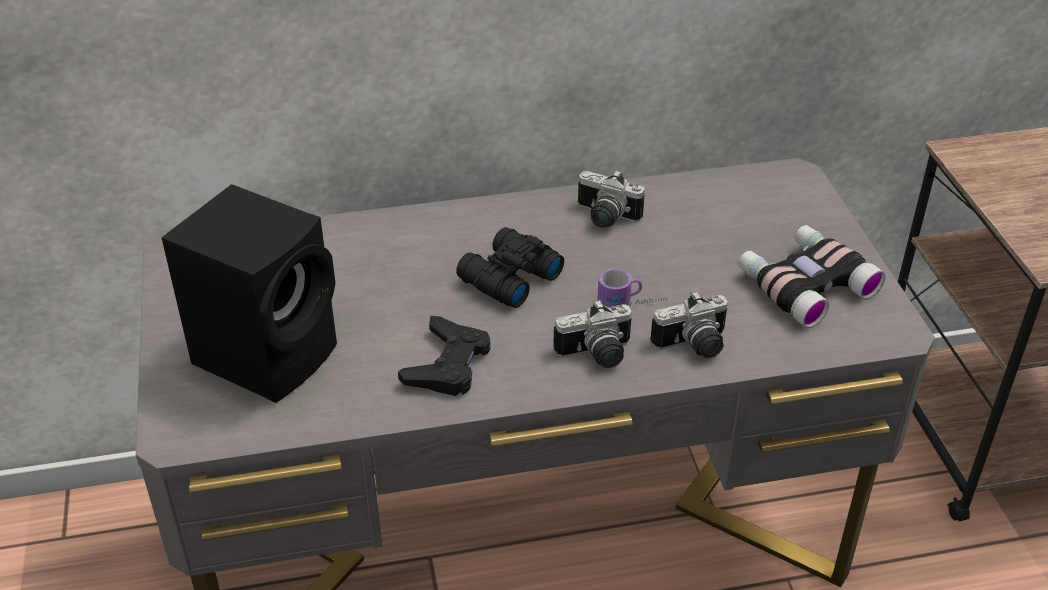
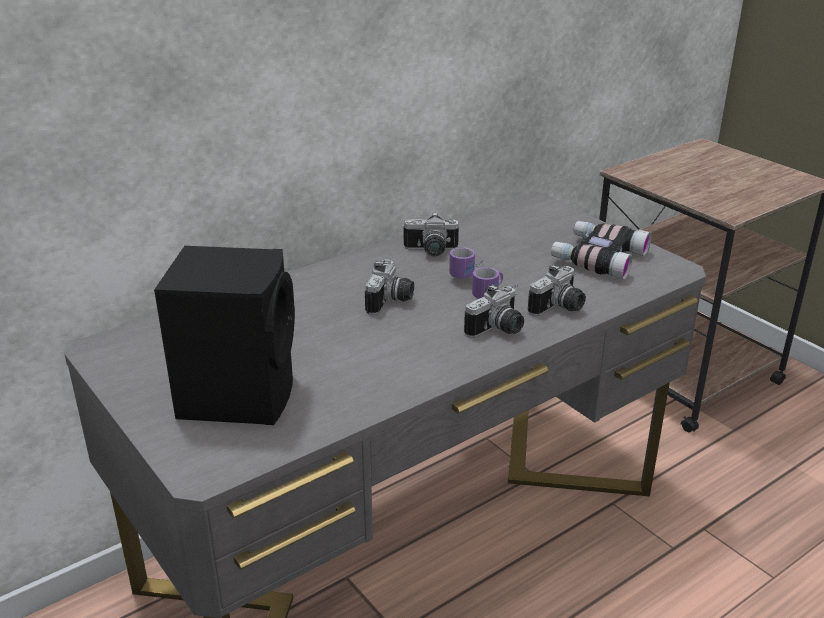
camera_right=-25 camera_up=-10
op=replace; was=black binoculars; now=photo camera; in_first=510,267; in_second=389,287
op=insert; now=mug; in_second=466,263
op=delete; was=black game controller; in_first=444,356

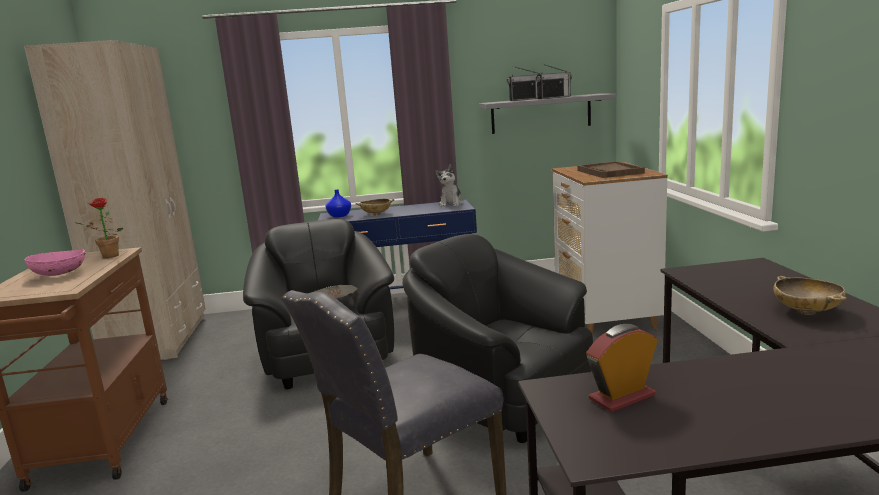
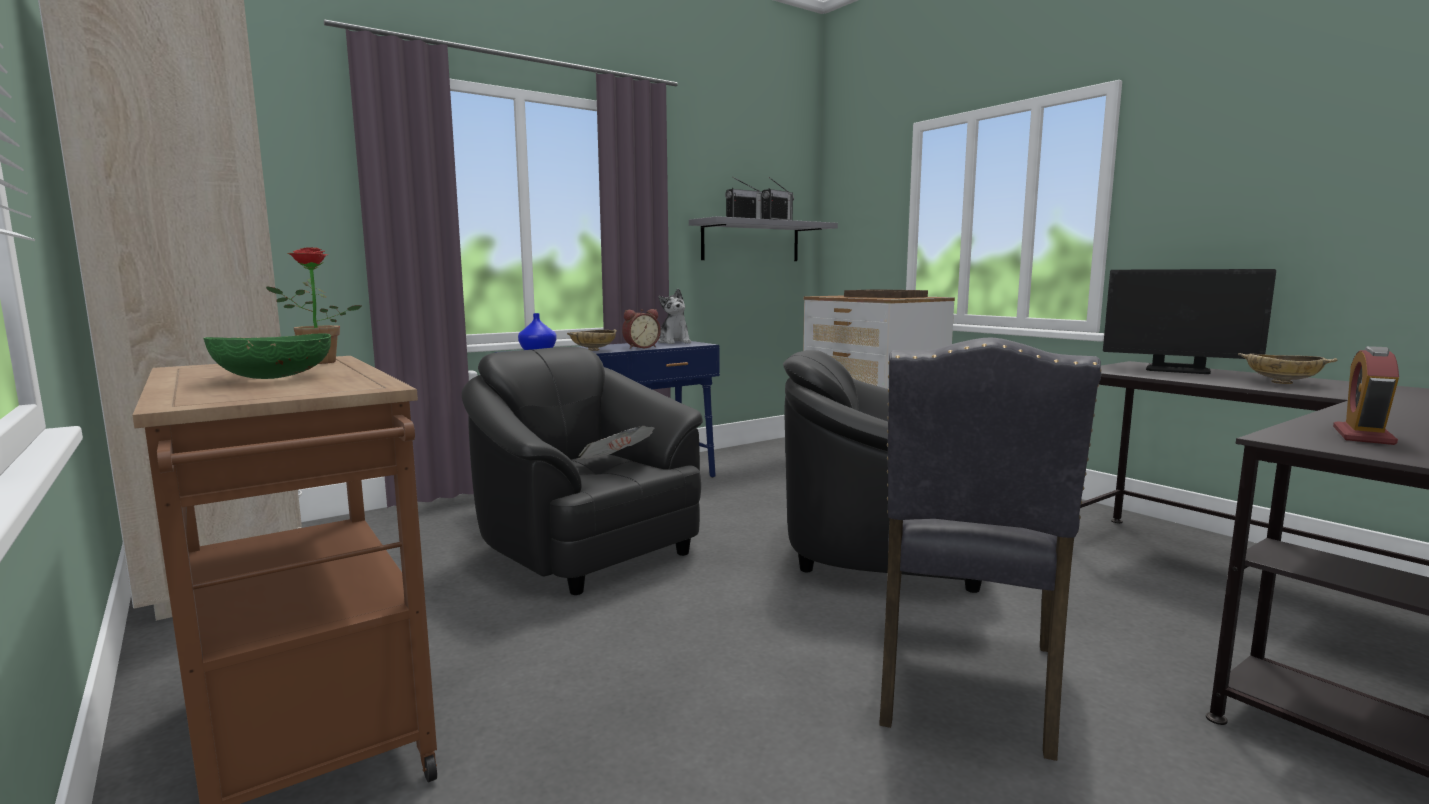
camera_right=-30 camera_up=-5
op=recolor; was=pink bowl; now=green bowl; in_first=55,263; in_second=267,356
op=insert; now=alarm clock; in_second=641,329
op=insert; now=monitor; in_second=1189,321

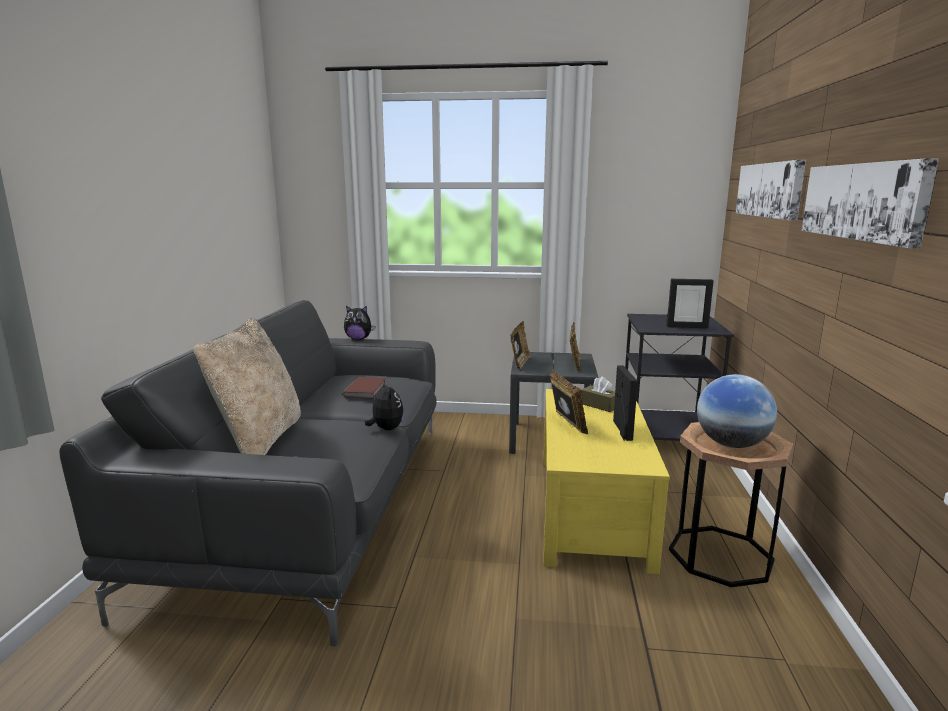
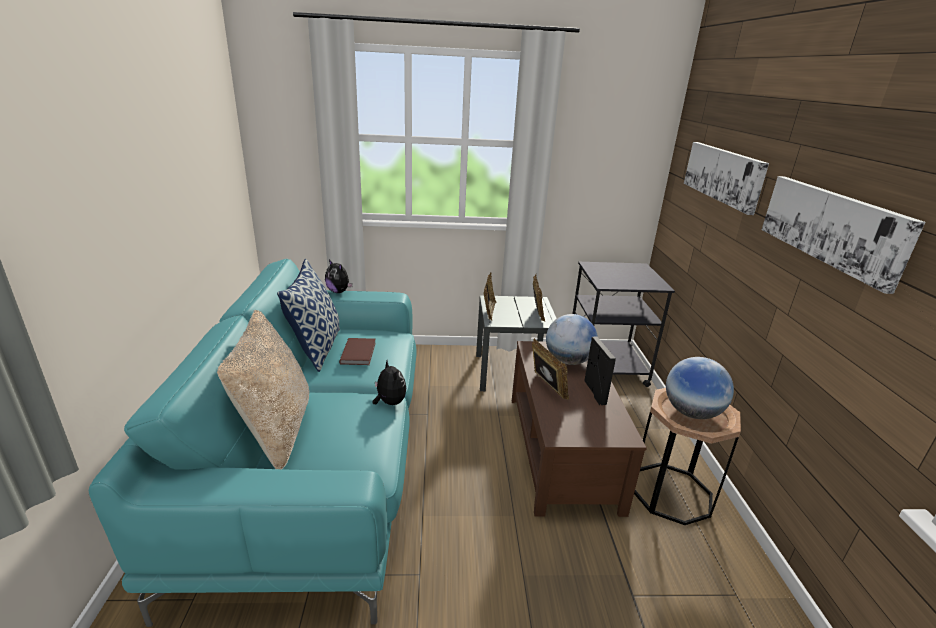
camera_right=-10 camera_up=10
op=recolor; was=grey sofa; now=turquoise sofa; in_first=248,473; in_second=253,443
op=insert; now=pillow; in_second=308,315
op=rotate; was=plush toy; in_first=359,323; in_second=339,276; clockwise=45
op=recolor; was=yellow coffee table; now=brown coffee table; in_first=606,481; in_second=579,429
op=replace; was=brown tissue box; now=globe; in_first=598,394; in_second=572,339
op=delete; was=picture frame; in_first=690,303

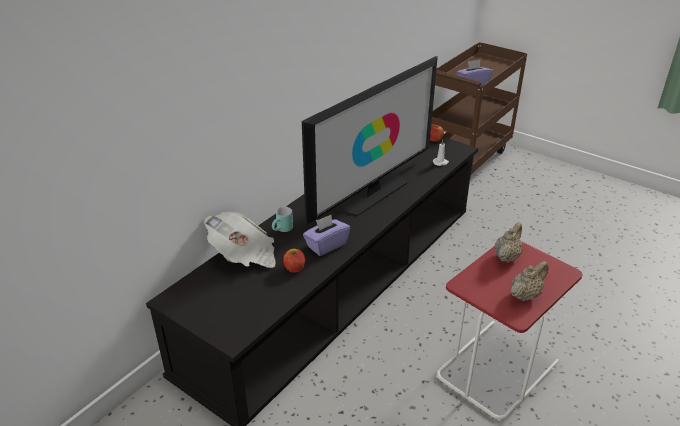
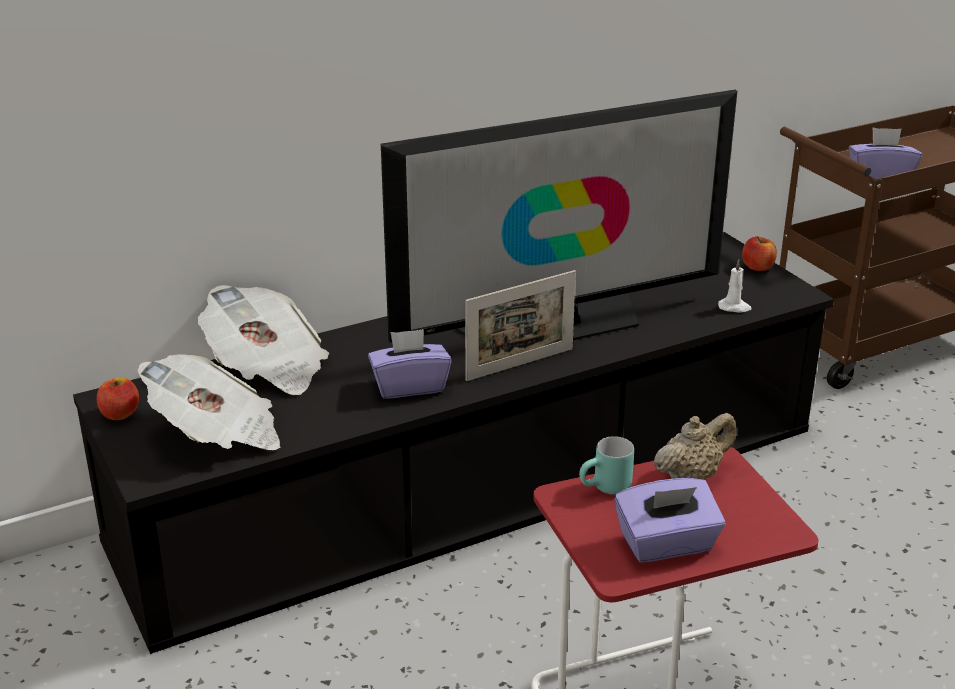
camera_right=25 camera_up=-5
op=move; was=apple; in_first=294,260; in_second=118,398
op=insert; now=newspaper; in_second=209,402
op=insert; now=picture frame; in_second=520,325
op=move; was=turquoise mug; in_first=282,219; in_second=606,465
op=replace; was=beige teapot; now=purple tissue box; in_first=529,281; in_second=669,520

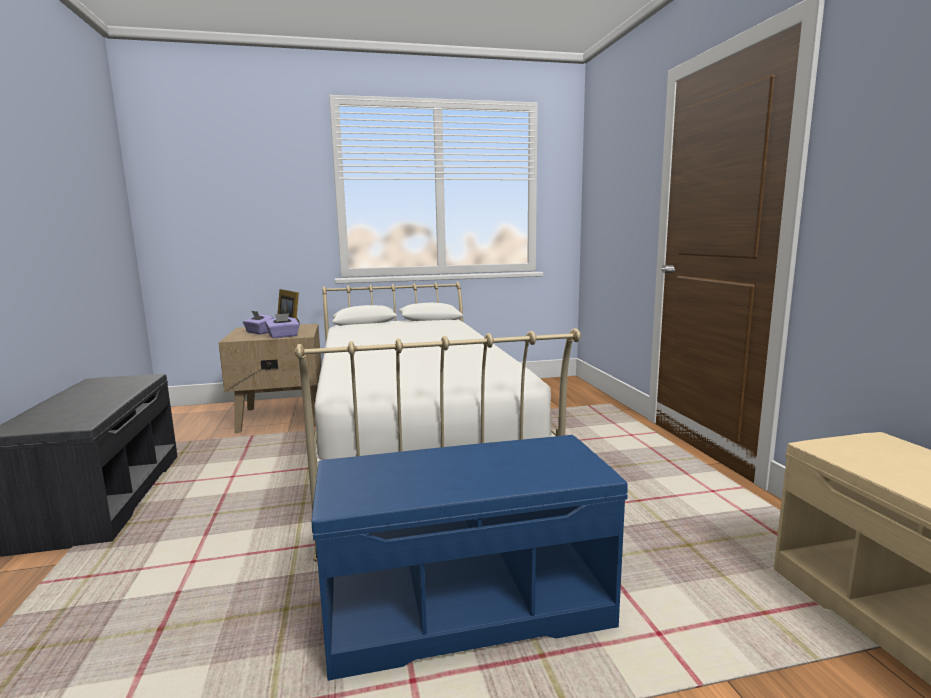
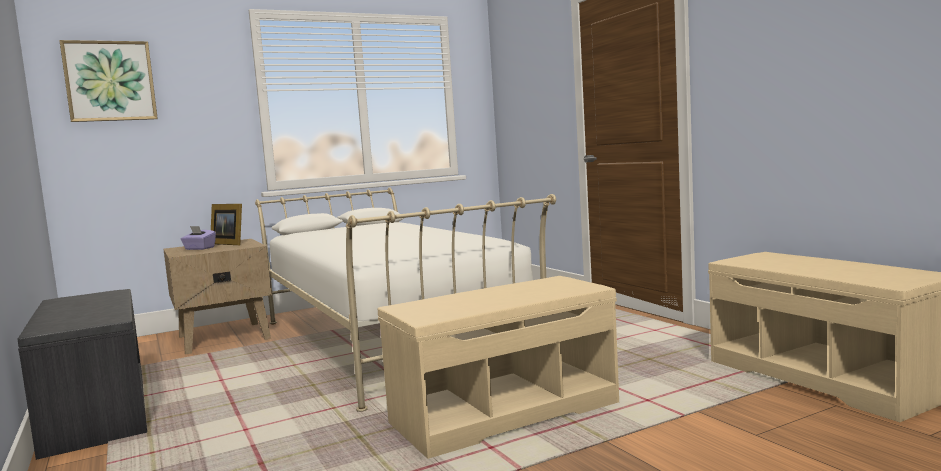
camera_right=-15 camera_up=-5
op=insert; now=picture; in_second=108,81
op=recolor; was=blue bench; now=beige bench; in_first=470,558; in_second=498,367
op=delete; was=purple tissue box; in_first=282,325

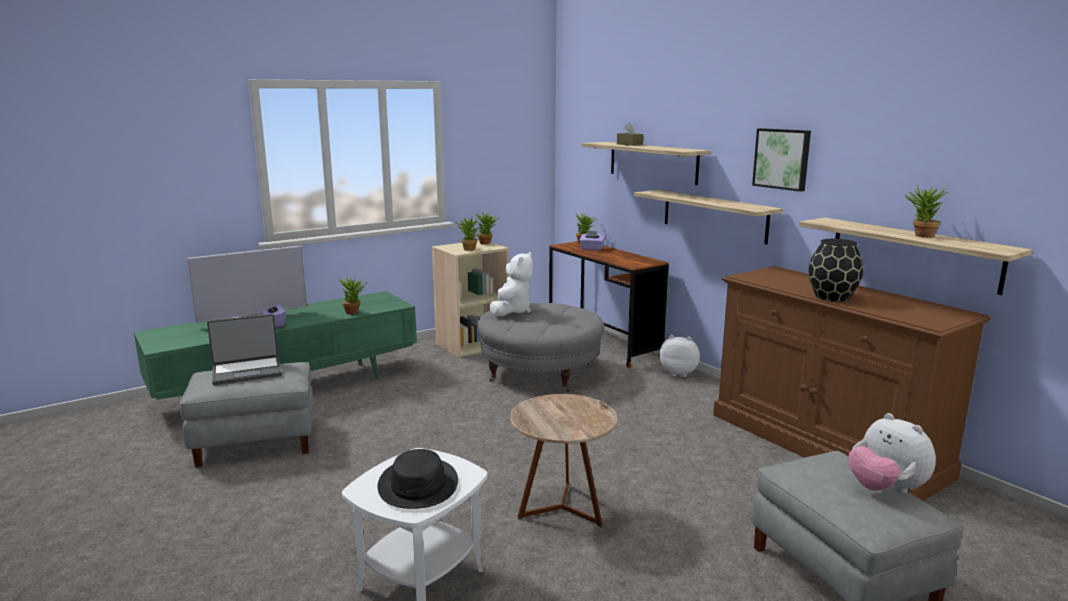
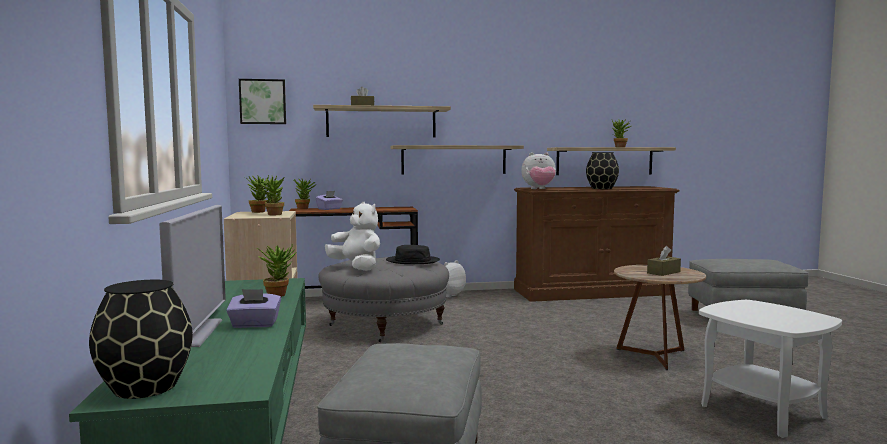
camera_right=-65 camera_up=-10
op=insert; now=black vase; in_second=141,339
op=move; was=picture; in_first=781,160; in_second=262,101
op=move; was=black hat; in_first=417,479; in_second=413,254
op=move; was=plush toy; in_first=892,453; in_second=538,170
op=insert; now=brown tissue box; in_second=664,261
op=delete; was=laptop; in_first=244,349

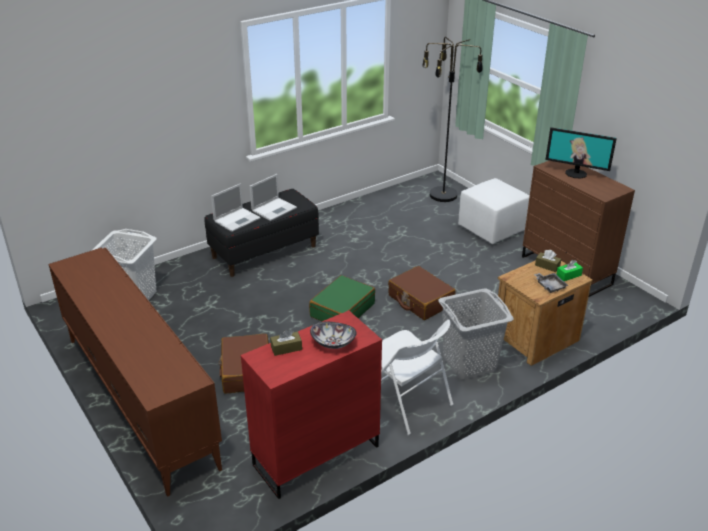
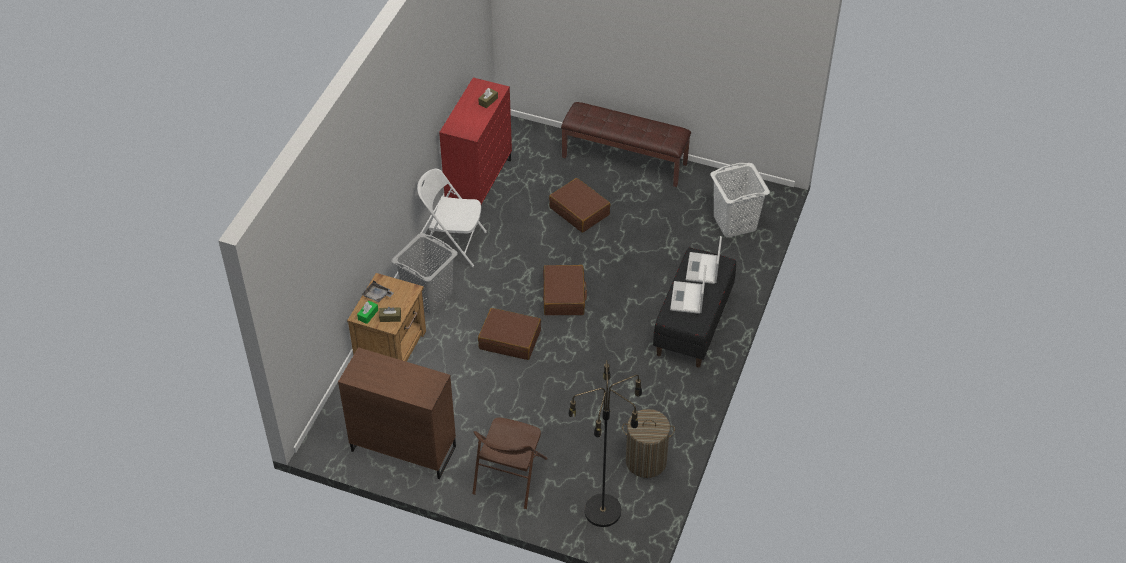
camera_right=145 camera_up=15
op=replace; was=white ottoman; now=brown chair; in_first=494,211; in_second=510,463
op=recolor; was=green suitcase; now=brown suitcase; in_first=342,298; in_second=565,290
op=replace; was=brown cabinet; now=brown bench; in_first=135,372; in_second=626,144
op=insert; now=laundry basket; in_second=648,443
op=delete; was=bowl; in_first=333,335
op=delete; was=monitor; in_first=581,152

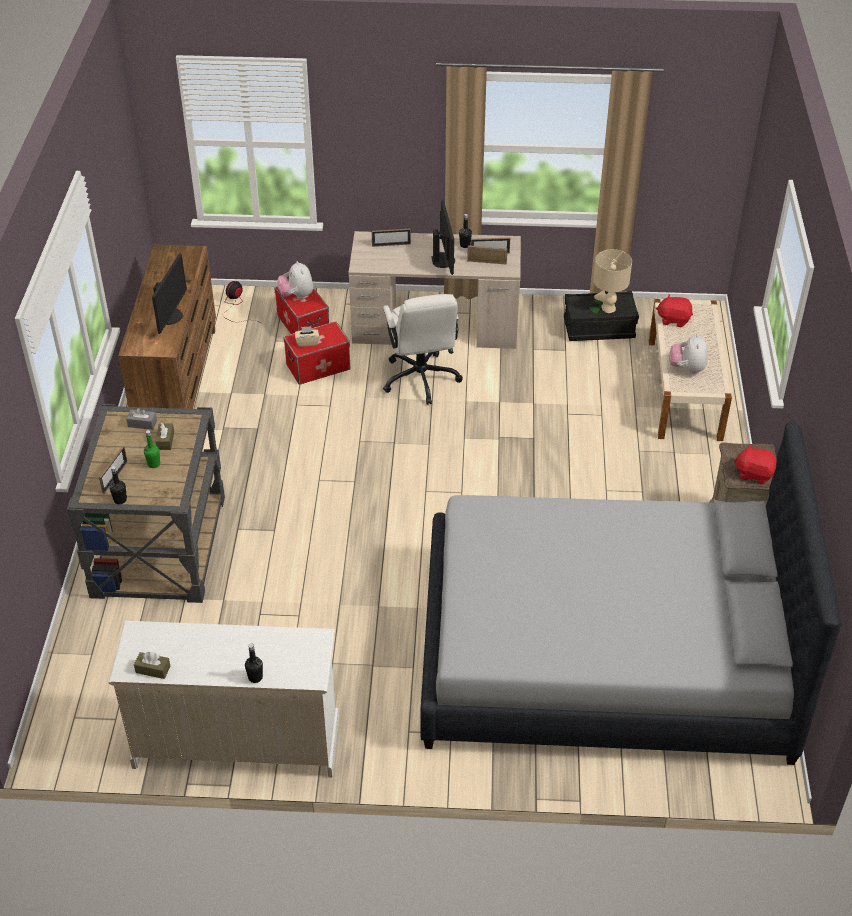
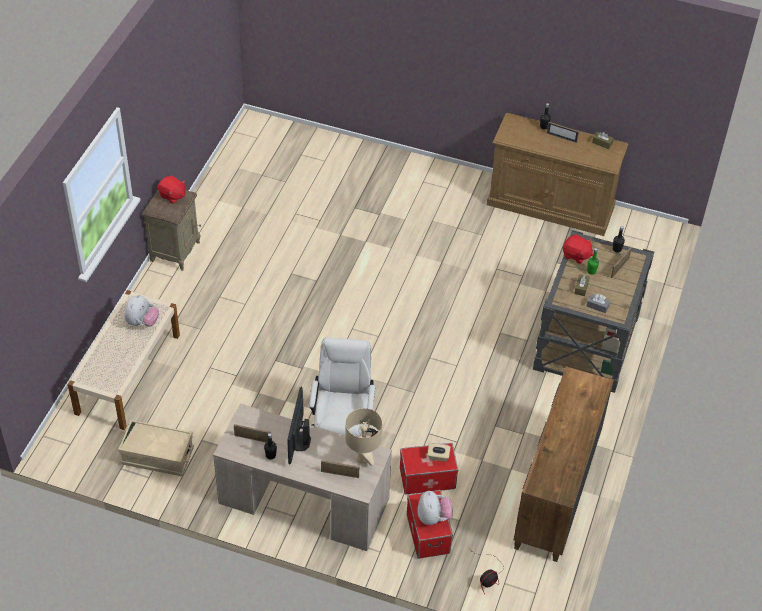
camera_right=-165 camera_up=5
op=recolor; was=black storage box; now=beige storage box; in_first=601,316; in_second=156,448
op=move; was=beige table lamp; in_first=612,281; in_second=363,437
op=recolor; was=white cabinet; now=brown cabinet; in_first=224,699; in_second=557,174
op=move; was=picture frame; in_first=487,255; in_second=563,132
op=move; was=red plush toy; in_first=674,310; in_second=578,249
op=delete; was=monitor; in_first=169,293
op=delete; was=grey bed; in_first=631,593

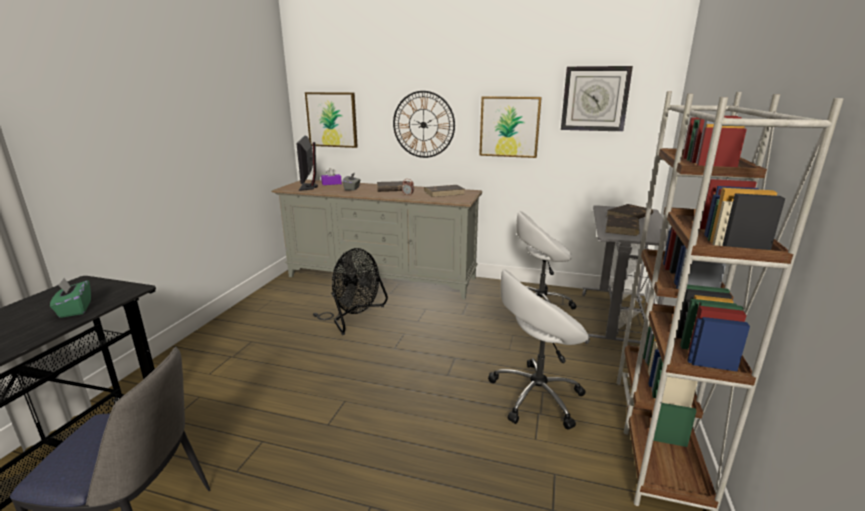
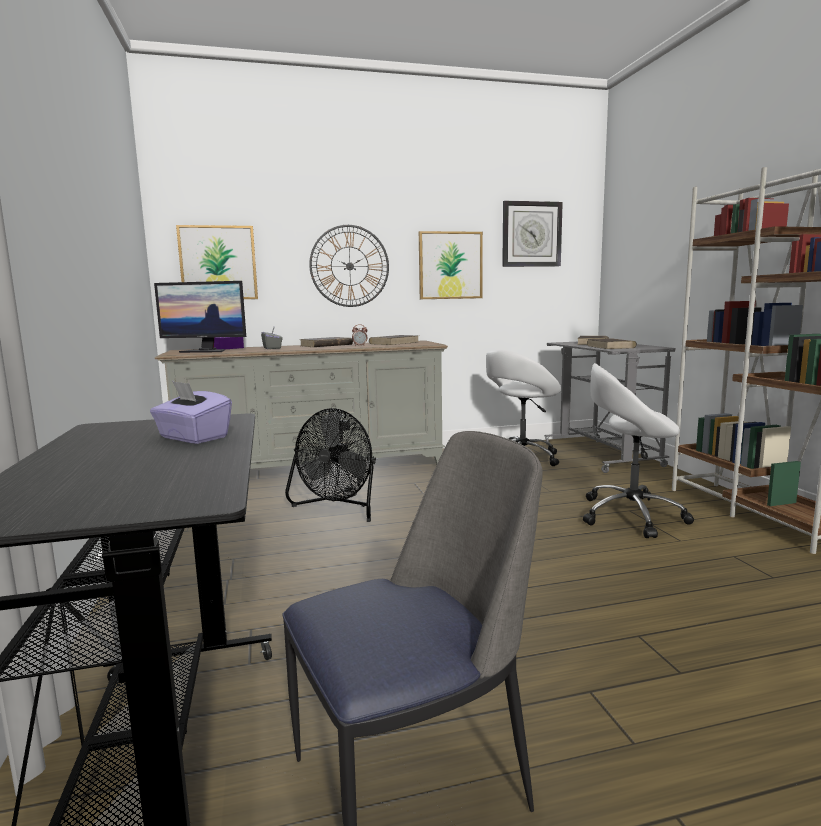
camera_right=-30 camera_up=-10
op=recolor; was=green tissue box; now=purple tissue box; in_first=70,298; in_second=191,412
op=rotate; was=monitor; in_first=307,163; in_second=200,317; clockwise=-45
op=rotate; was=black fan; in_first=350,291; in_second=330,465; clockwise=120
op=rotate; was=white office chair; in_first=538,349; in_second=638,450; clockwise=60

